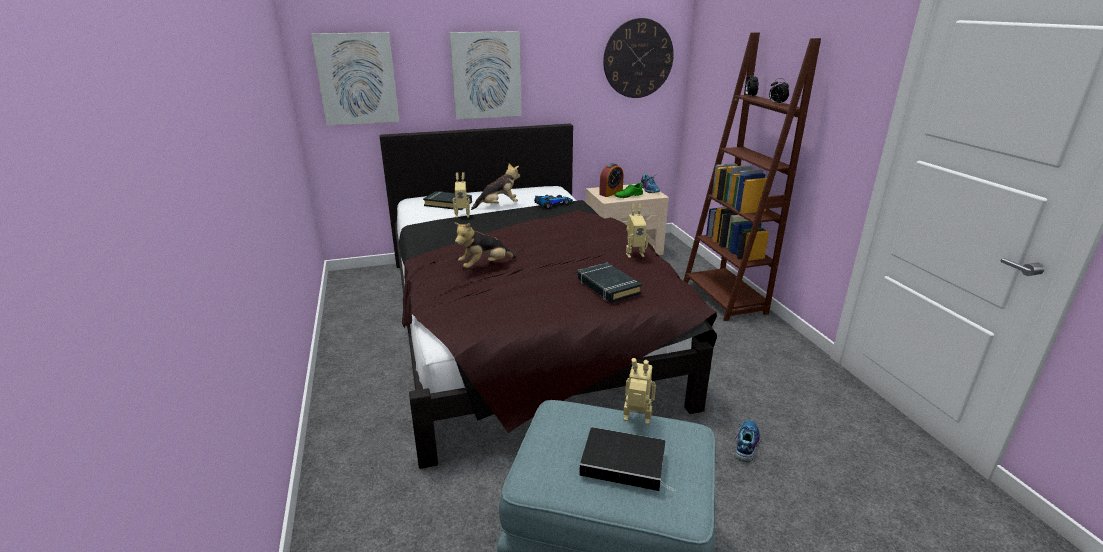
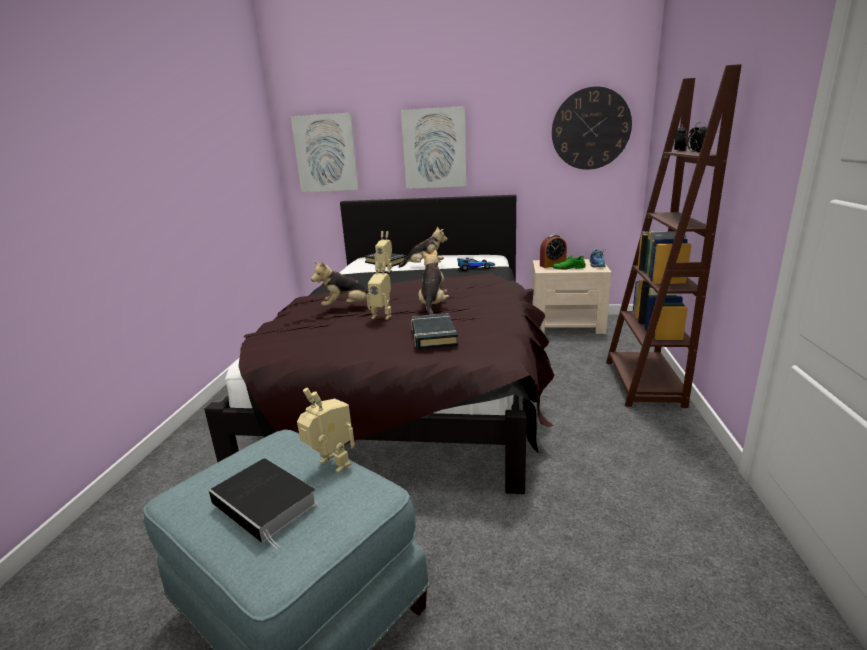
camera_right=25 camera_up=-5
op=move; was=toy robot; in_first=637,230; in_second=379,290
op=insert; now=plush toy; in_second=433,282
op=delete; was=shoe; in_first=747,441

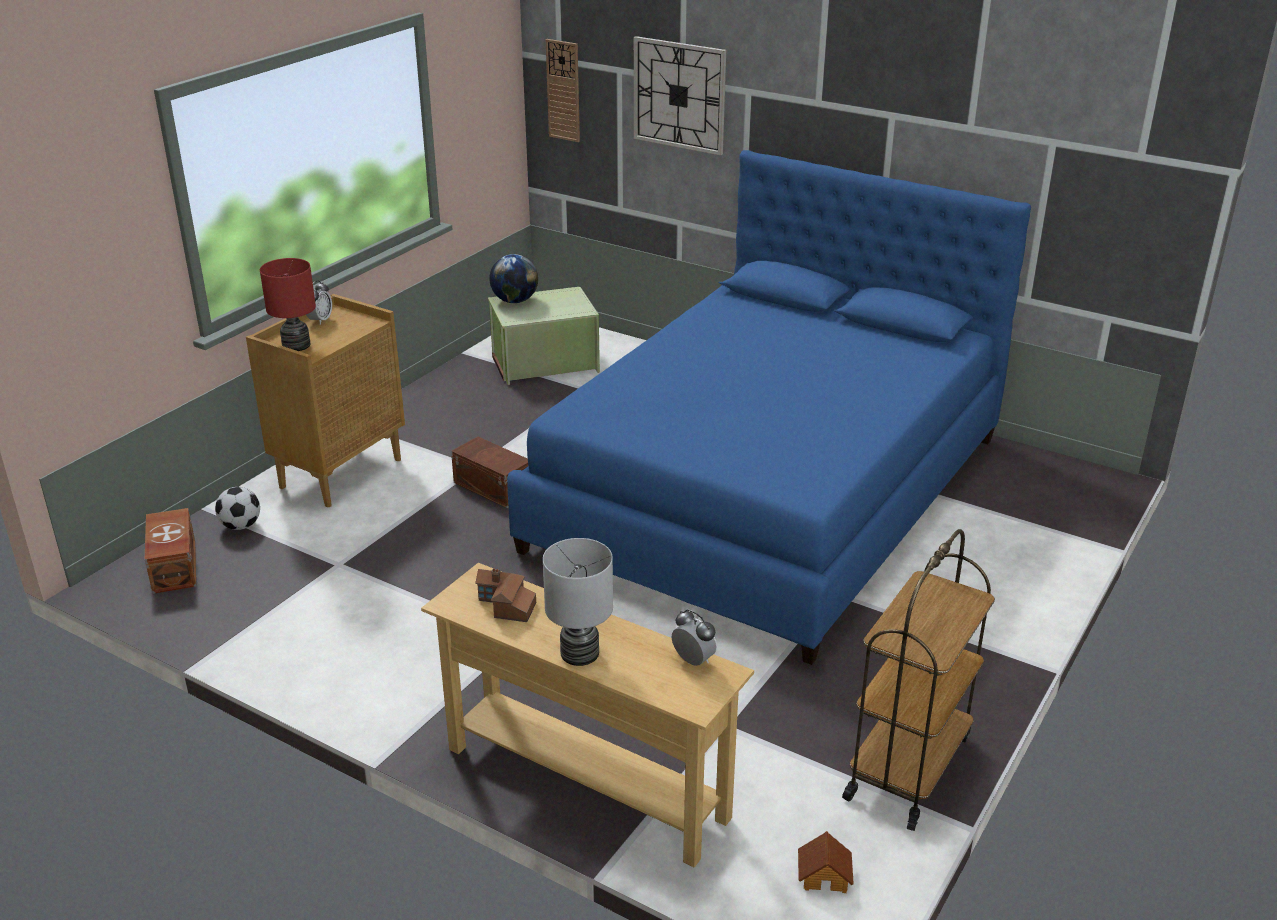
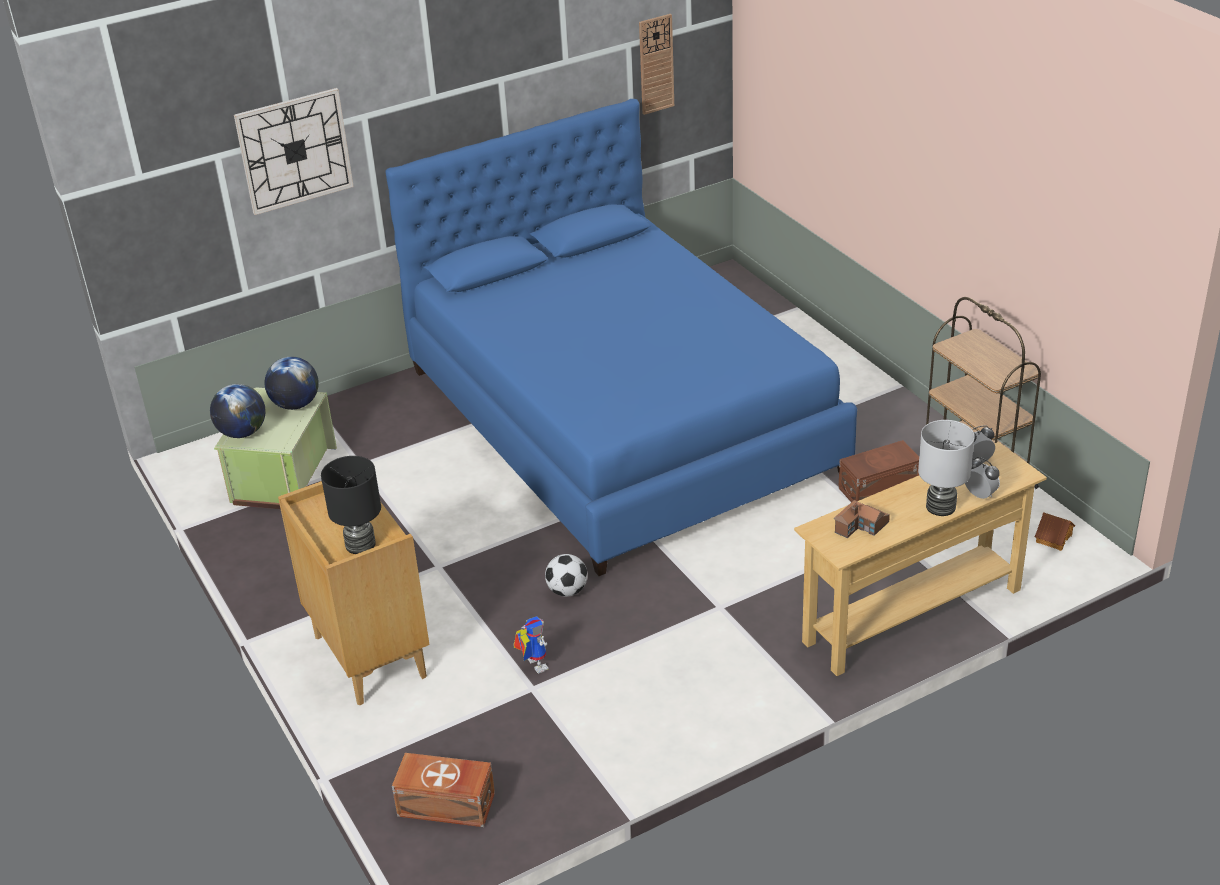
camera_right=-60 camera_up=5
op=insert; now=globe; in_second=292,383
op=recolor; was=red table lamp; now=black table lamp; in_first=288,304; in_second=351,505
op=insert; now=toy robot; in_second=531,645
op=move; was=football; in_first=237,508; in_second=566,575
op=move; was=wall clock; in_first=563,90; in_second=656,64
op=move; was=brown storage box; in_first=489,472; in_second=878,471
op=move; was=alarm clock; in_first=319,302; in_second=982,478

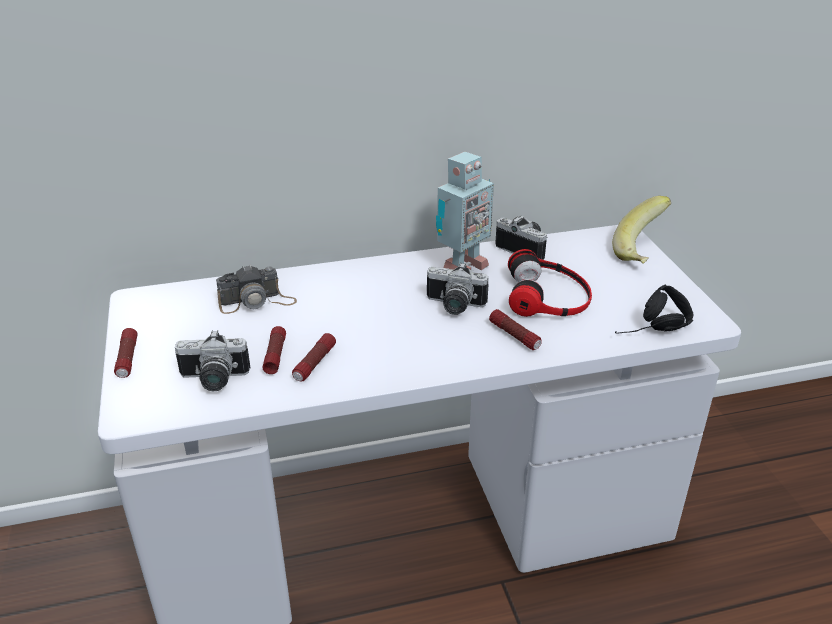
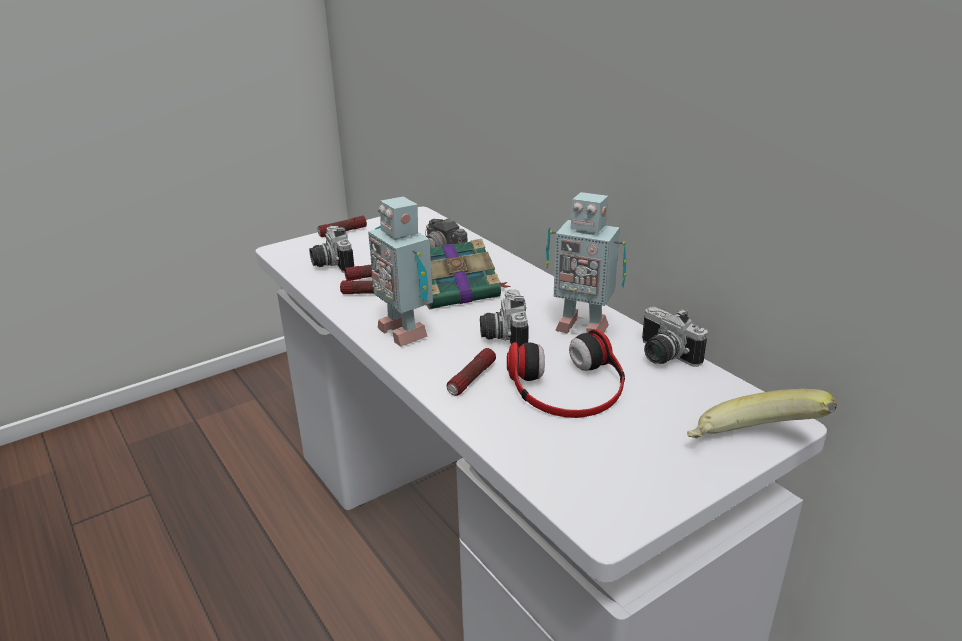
camera_right=70 camera_up=-5
op=insert; now=toy robot; in_second=400,272
op=insert; now=book; in_second=468,274
op=rotate; was=photo camera; in_first=521,238; in_second=675,337; clockwise=120
op=delete; was=black headphones; in_first=654,309

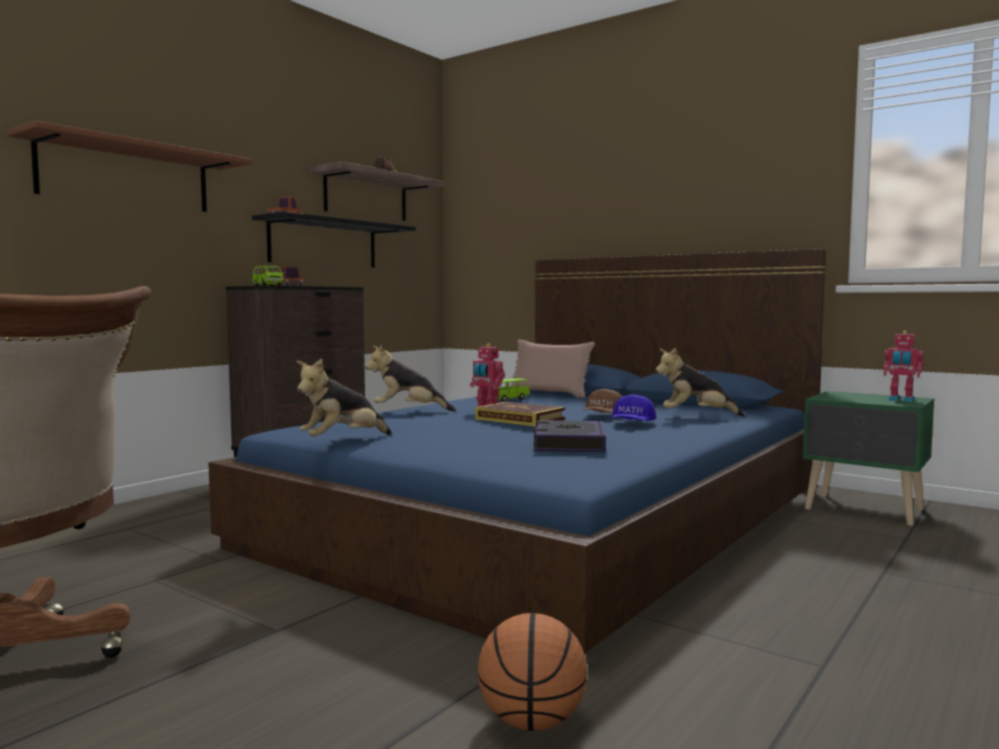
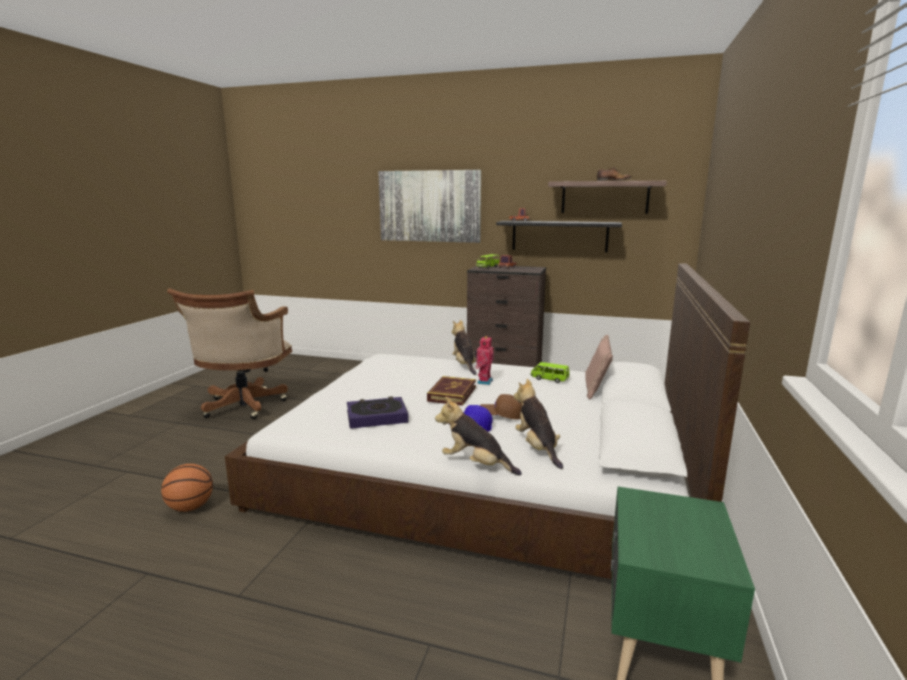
camera_right=70 camera_up=10
op=recolor; was=blue bed; now=white bed; in_first=517,451; in_second=487,421
op=replace; was=brown shelf; now=picture; in_first=129,166; in_second=429,206
op=move; was=plush toy; in_first=344,397; in_second=478,436
op=delete; was=toy robot; in_first=903,366

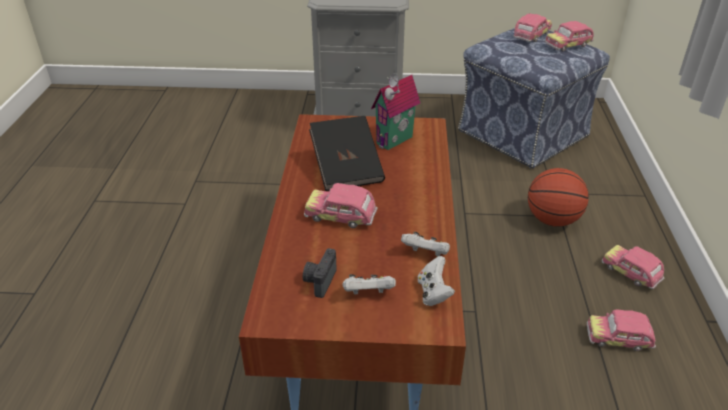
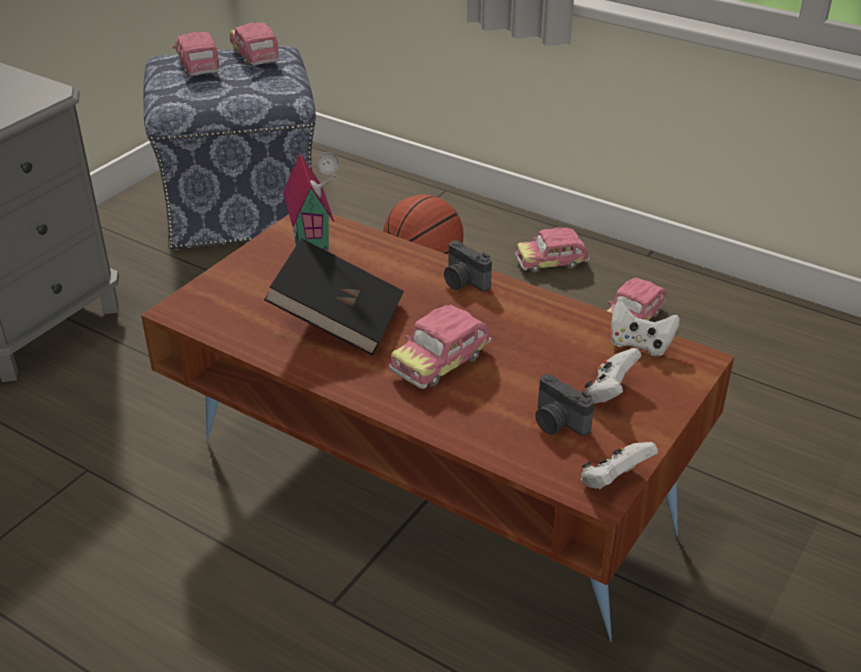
camera_right=-60 camera_up=0
op=rotate; was=toy car; in_first=569,36; in_second=254,44; clockwise=150
op=insert; now=photo camera; in_second=468,266
op=move; was=white game controller; in_first=425,244; in_second=619,465

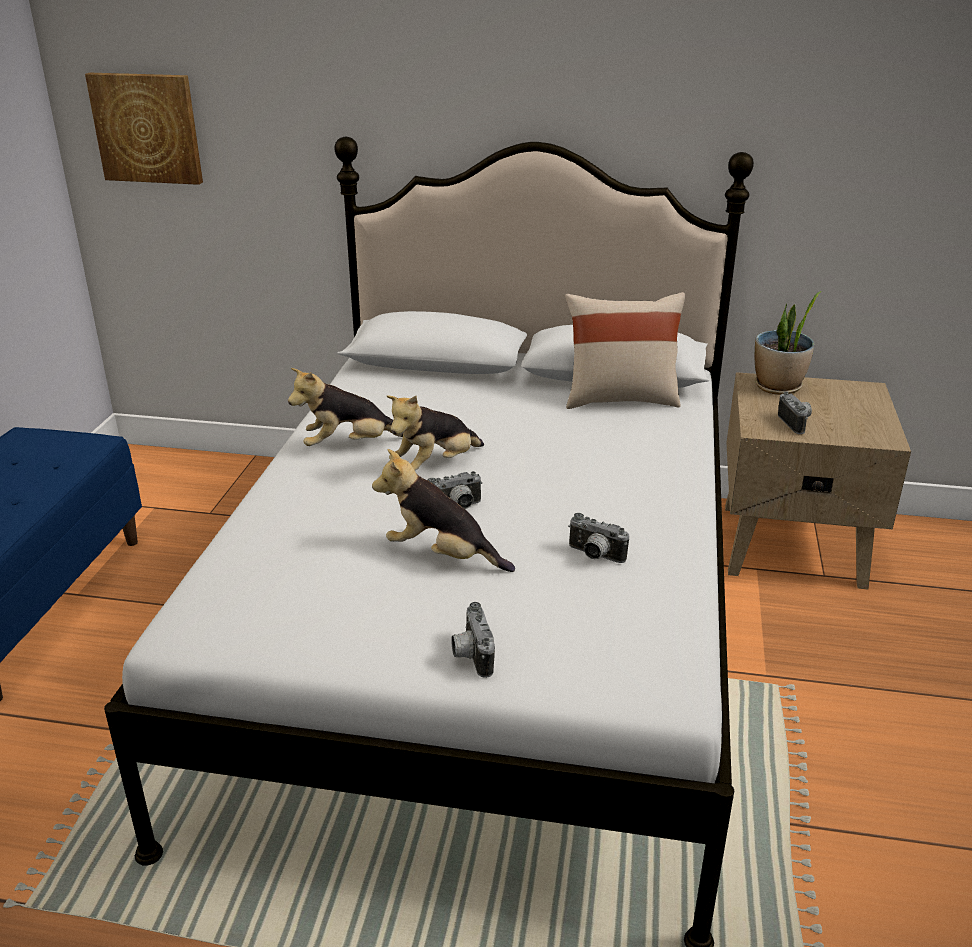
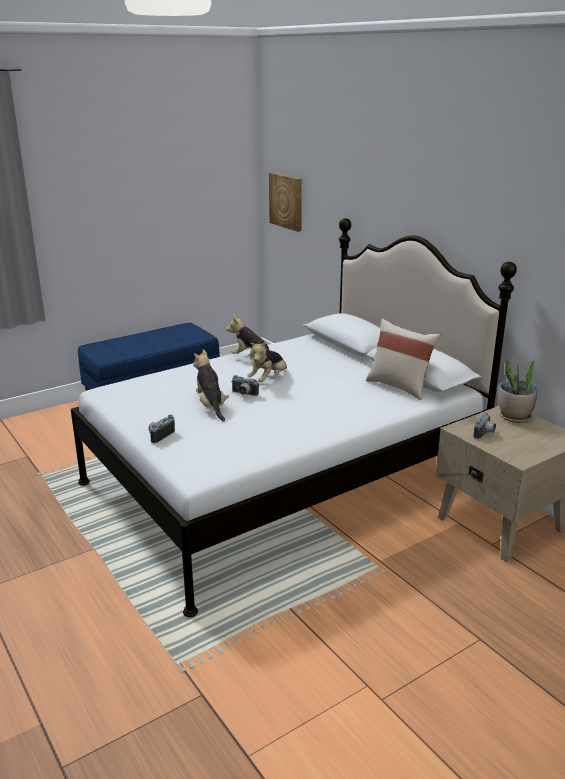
camera_right=45 camera_up=-5
op=rotate; was=plush toy; in_first=435,433; in_second=267,361; clockwise=-60
op=delete; was=photo camera; in_first=598,538

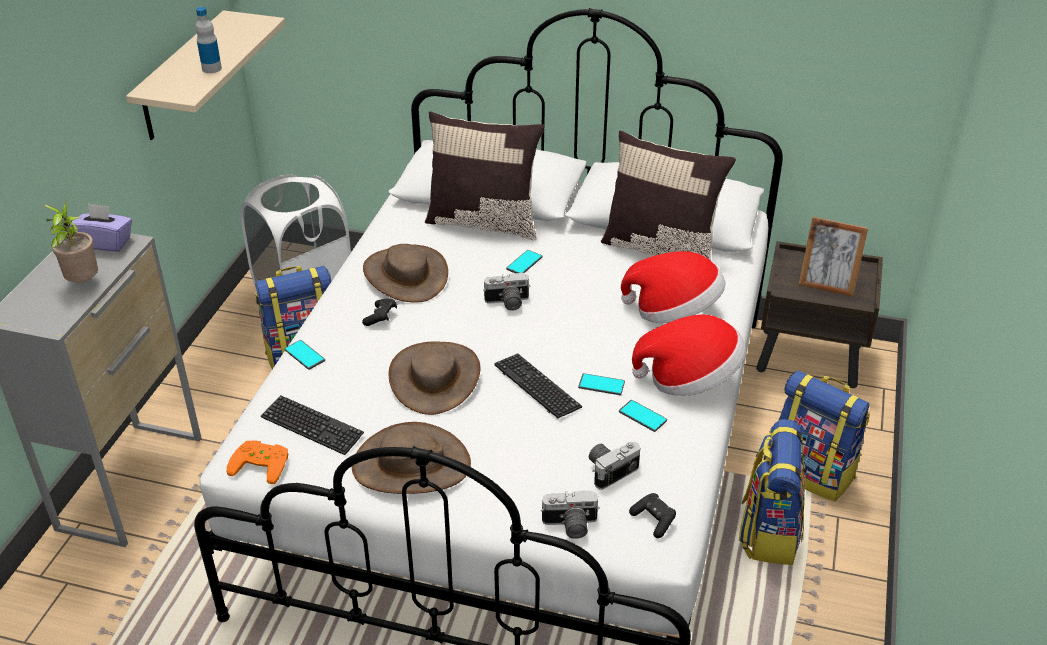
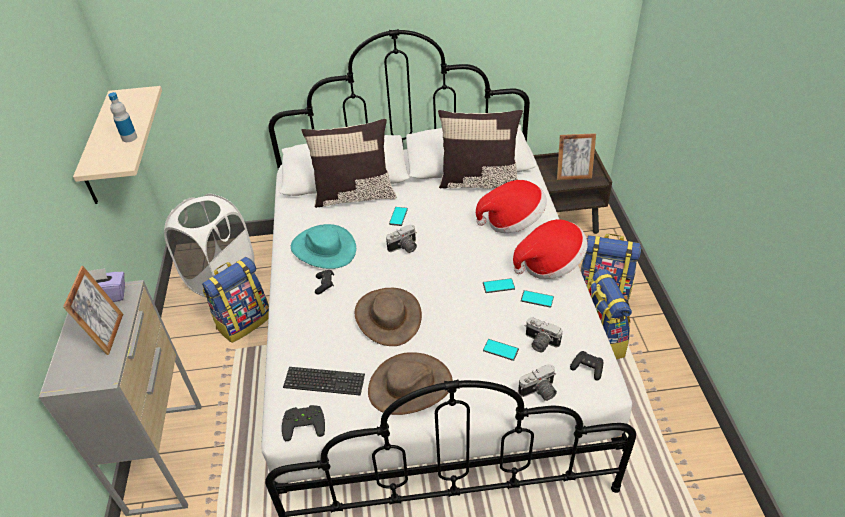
camera_right=-20 camera_up=5
op=replace; was=potted plant; now=picture frame; in_first=71,241; in_second=93,310
op=recolor; was=orange game controller; now=black game controller; in_first=257,462; in_second=303,423
op=recolor; was=brown hat; now=turquoise hat; in_first=405,273; in_second=323,246
op=move; was=phone; in_first=304,355; in_second=501,350
op=rotate; was=photo camera; in_first=614,466; in_second=544,334; clockwise=-90
op=delete; was=keyboard; in_first=538,386

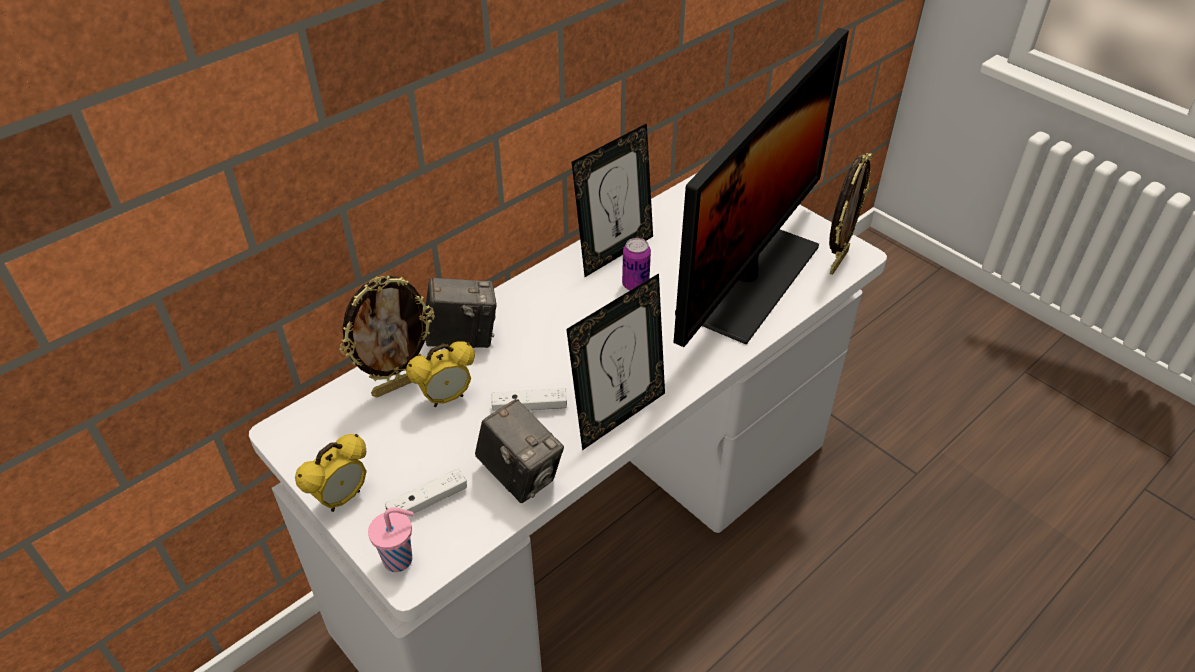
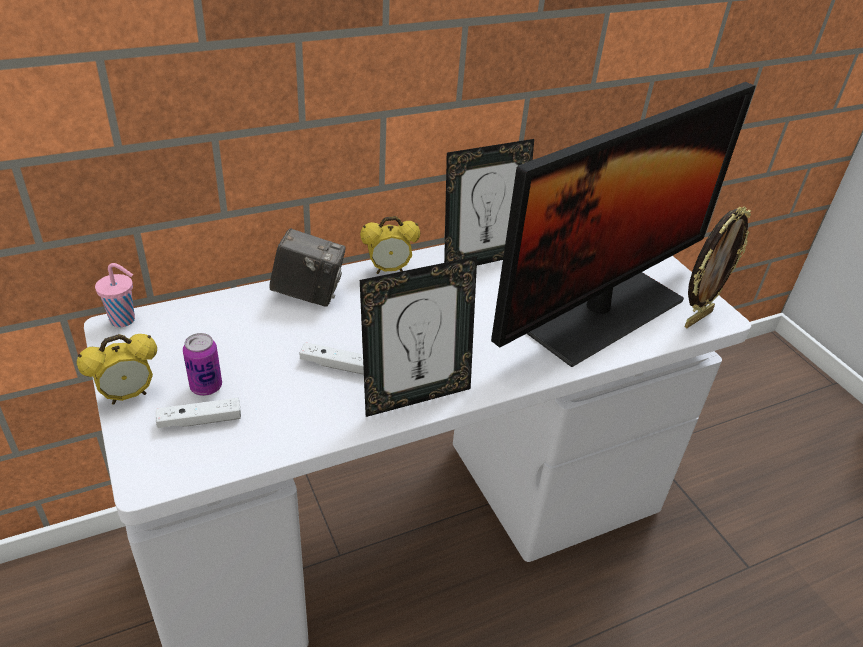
camera_right=15 camera_up=-5
op=move; was=pink cup; in_first=391,539; in_second=115,295
op=move; was=can; in_first=636,264; in_second=202,364
op=move; was=alarm clock; in_first=440,374; in_second=390,245
op=delete; was=picture frame; in_first=387,336
op=delete; was=photo camera; in_first=519,451

